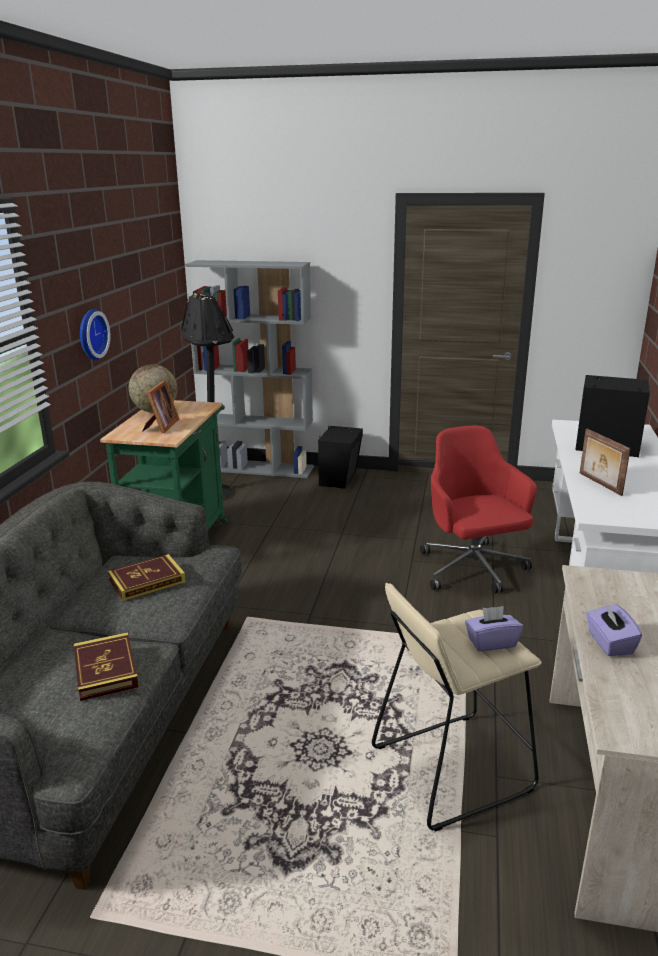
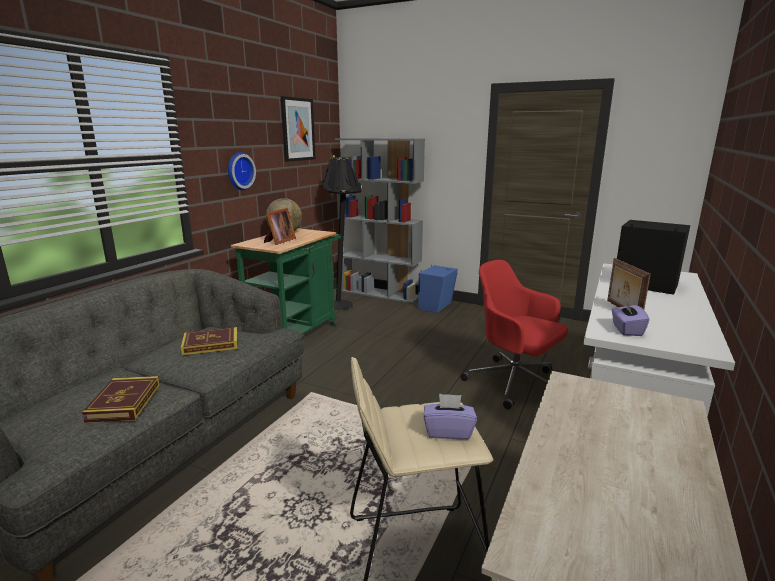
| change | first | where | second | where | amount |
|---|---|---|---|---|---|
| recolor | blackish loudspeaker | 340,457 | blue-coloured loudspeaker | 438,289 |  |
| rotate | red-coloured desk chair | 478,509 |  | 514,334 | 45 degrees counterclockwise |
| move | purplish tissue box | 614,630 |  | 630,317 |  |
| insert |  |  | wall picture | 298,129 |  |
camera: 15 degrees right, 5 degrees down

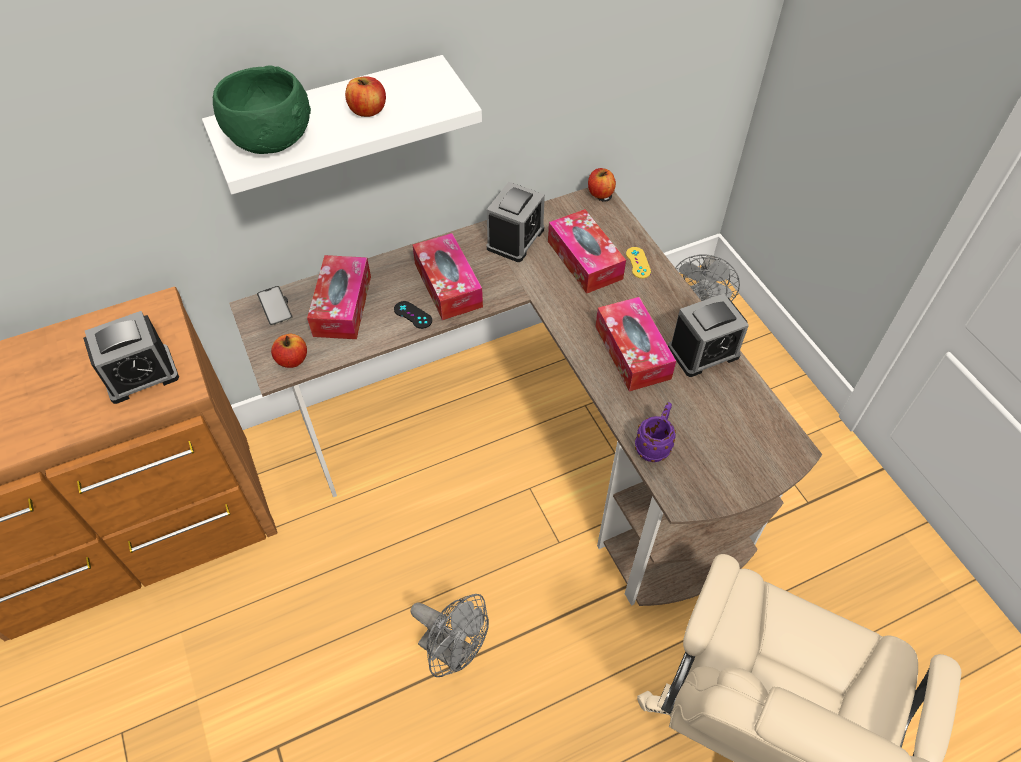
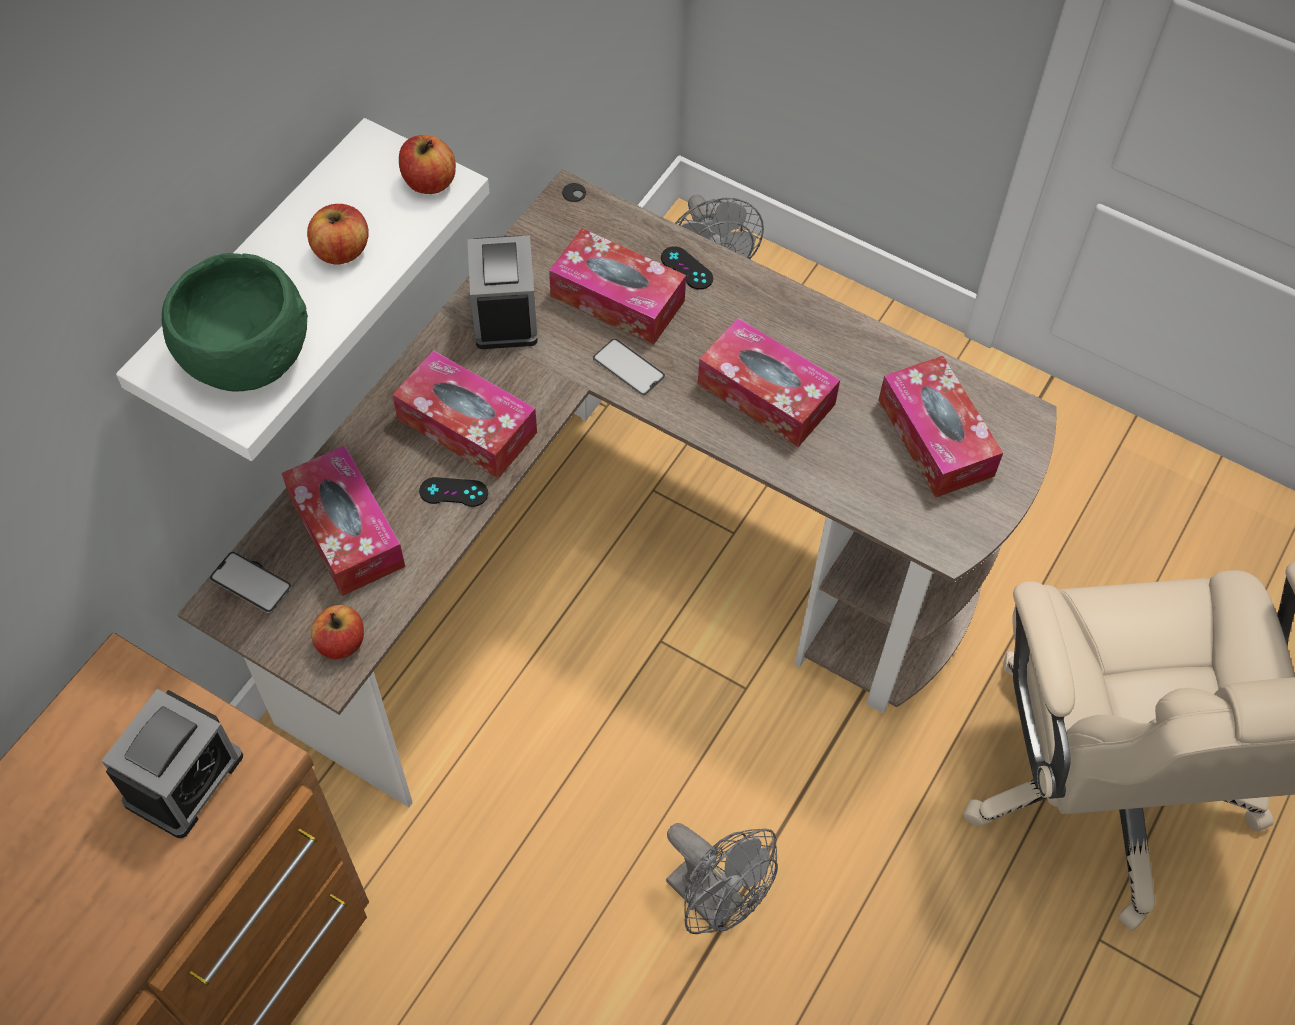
| change | first | where | second | where | amount |
|---|---|---|---|---|---|
| move | apple fruit | 602,183 |  | 427,164 |  |
| recolor | yellow-coloured joypad | 638,262 | blackish joypad | 687,268 |  |
| delete | bedside clock | 708,335 |  |  |  |
| delete | purplish mug | 655,432 |  |  |  |
| rotate | grey electric fan | 450,635 |  | 722,878 | 45 degrees clockwise |
| insert |  |  | phone | 629,367 |  |
| insert |  |  | tissue box | 941,427 |  |
camera: 35 degrees left, 5 degrees up

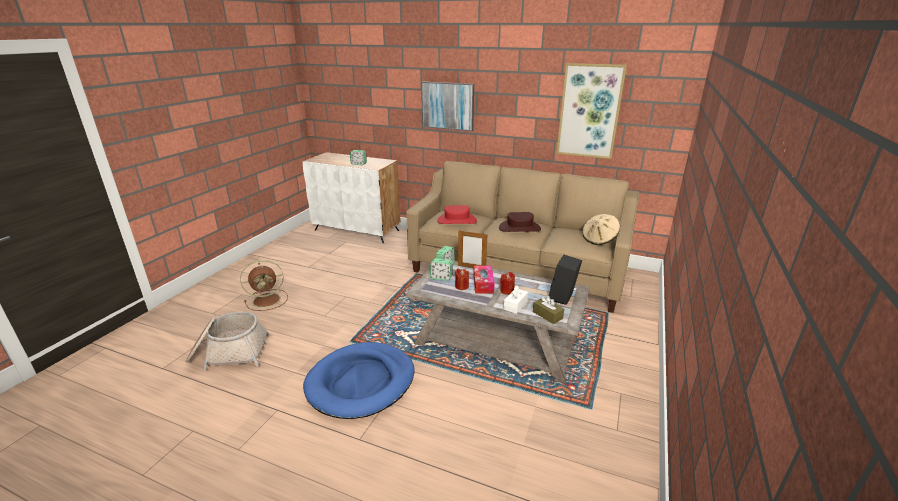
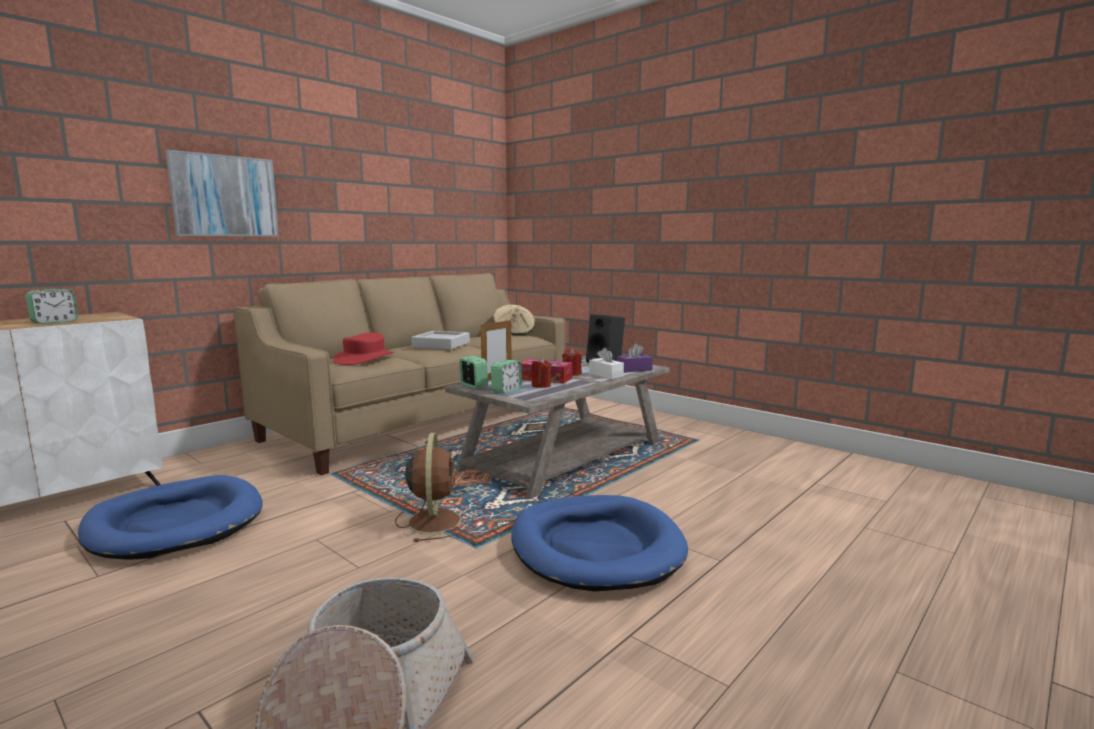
| change | first | where | second | where | amount |
|---|---|---|---|---|---|
| delete | wall picture | 591,111 |  |  |  |
| replace | brown-coloured clothing hat | 520,222 | grey serving tray | 440,340 |  |
| move | brown-coloured electric fan | 264,285 |  | 434,487 |  |
| recolor | brown-coloured tissue box | 548,310 | purplish tissue box | 635,358 |  |
| insert |  |  | blue-coloured pet bed | 170,517 |  |
camera: 70 degrees left, 15 degrees down

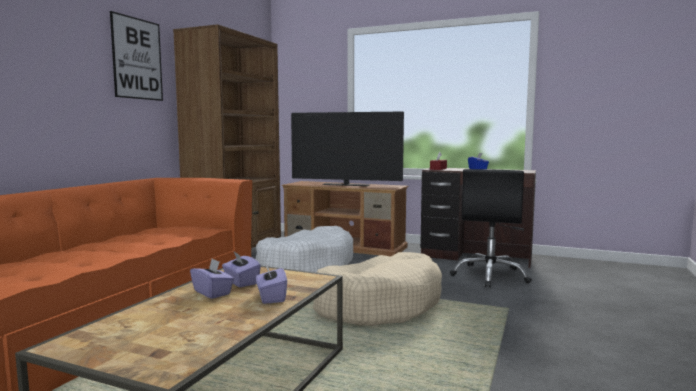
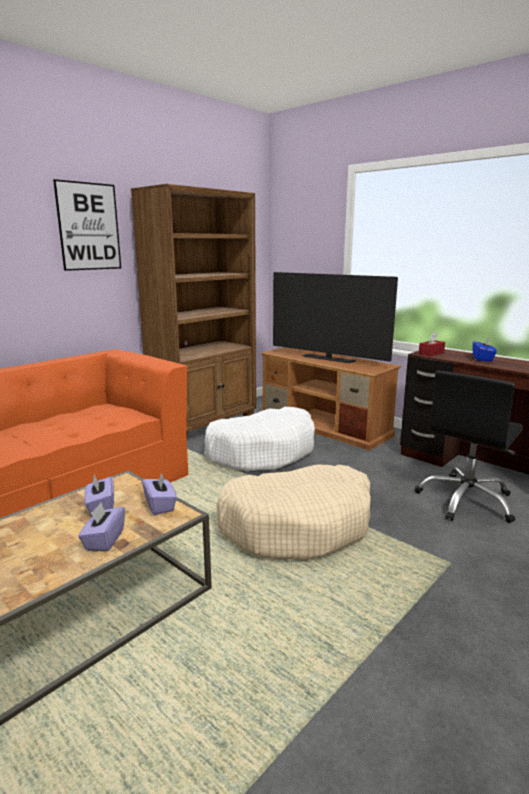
| change | first | where | second | where | amount |
|---|---|---|---|---|---|
| move | purplish tissue box | 212,279 |  | 159,493 |  |
camera: 20 degrees right, 10 degrees up

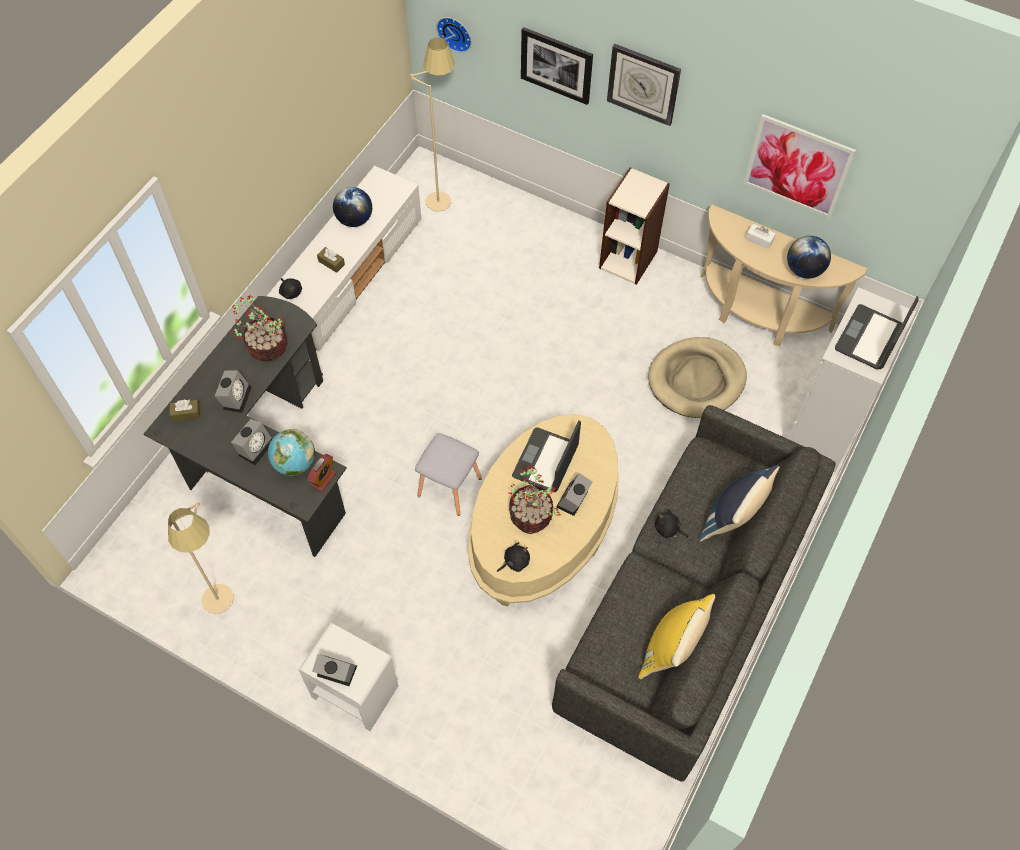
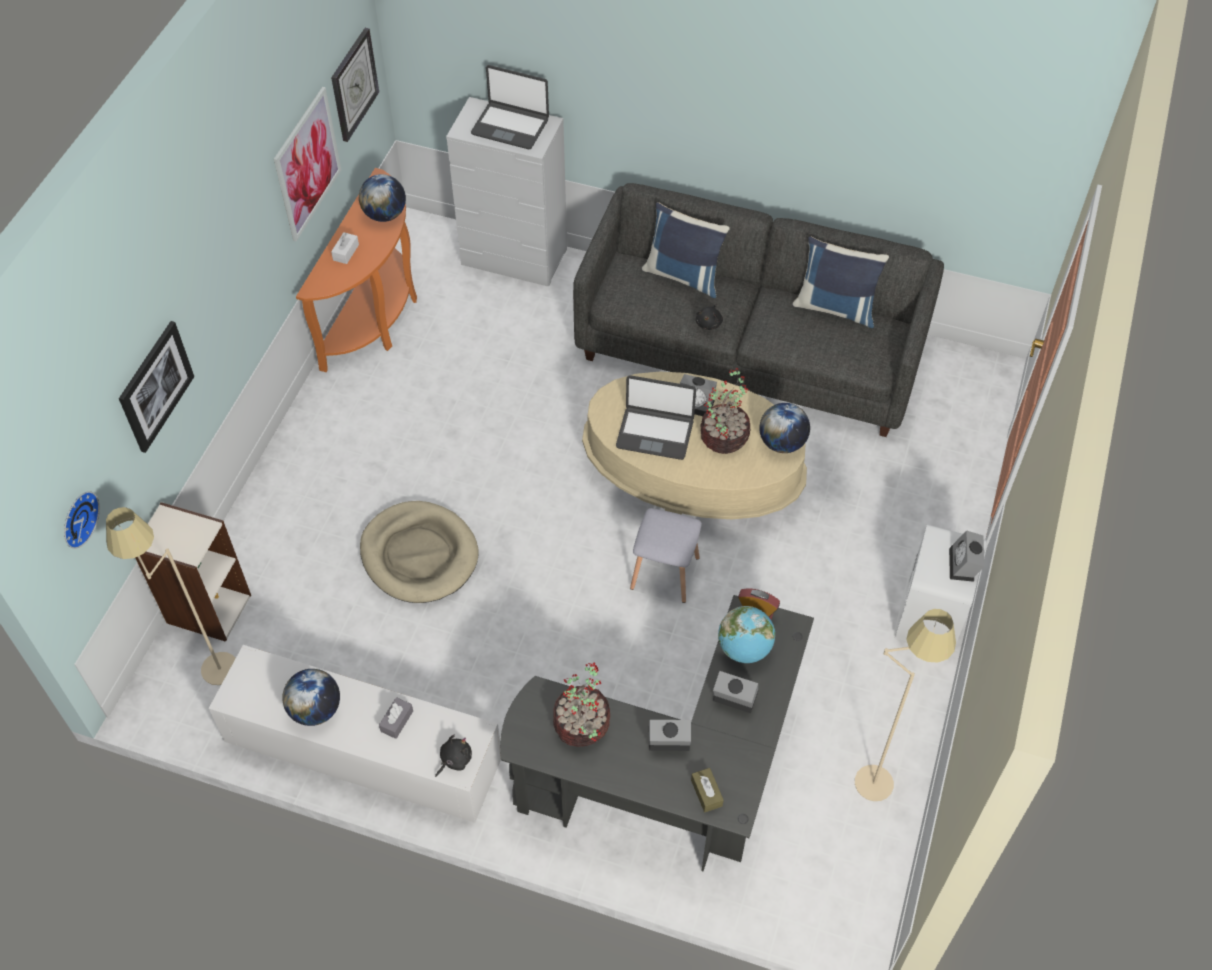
| change | first | where | second | where | amount |
|---|---|---|---|---|---|
| move | wall clock | 644,85 |  | 355,85 |  |
| move | bookcase | 634,226 |  | 193,572 |  |
| recolor | beige-coloured narrow table | 784,275 | orange-coloured narrow table | 356,270 |  |
| recolor | brown-coloured tissue box | 331,260 | grey tissue box | 396,718 |  |
| move | beige-coloured pet bed | 697,377 |  | 419,552 |  |
| replace | blackish plush toy | 513,557 | world globe | 784,428 |  |
| recolor | yellow-coloured cushion | 676,636 | blue-coloured cushion | 840,282 |  |
camera: 100 degrees left, 5 degrees down

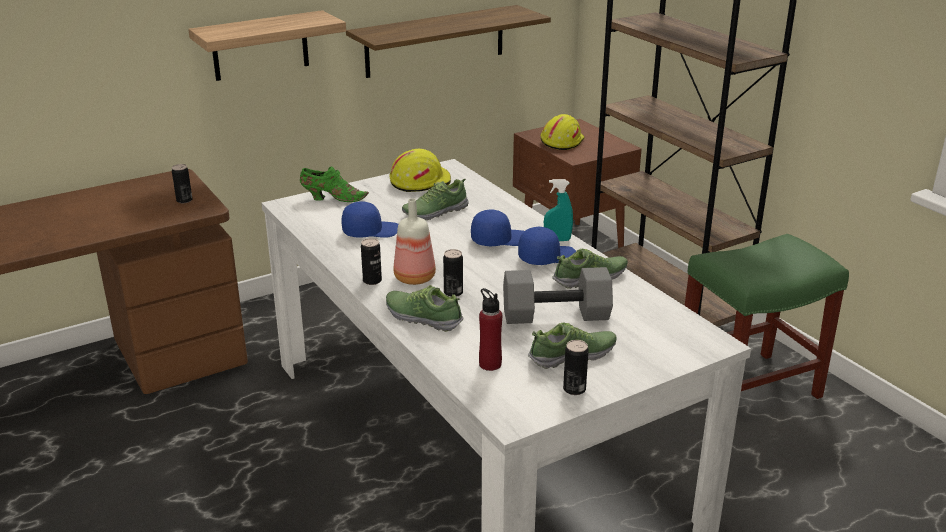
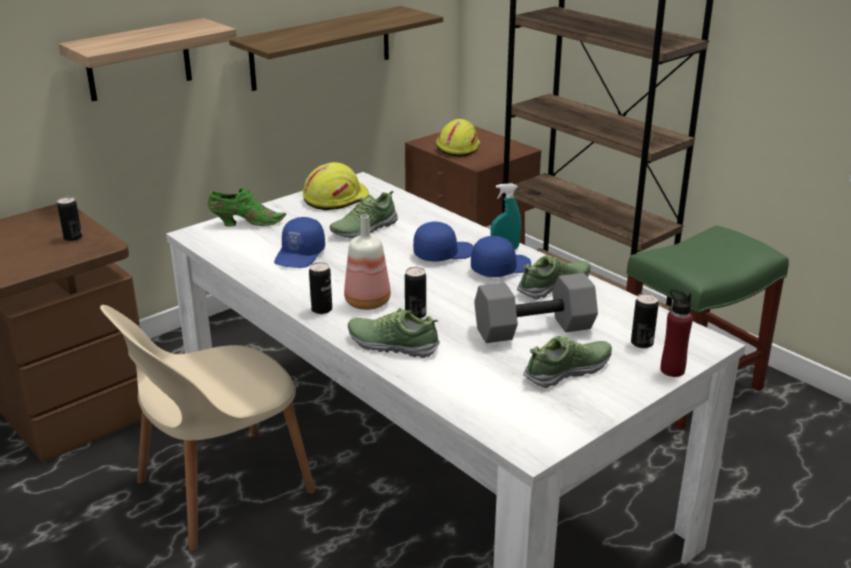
| change | first | where | second | where | amount |
|---|---|---|---|---|---|
| rotate | blue-coloured peaked cap | 370,219 |  | 299,242 | 135 degrees clockwise |
| move | red-coloured drink bottle | 490,329 |  | 676,333 |  |
| move | sealed can | 576,367 |  | 645,320 |  |
| insert |  |  | beige-coloured chair | 208,428 |  |
camera: 10 degrees left, 0 degrees up

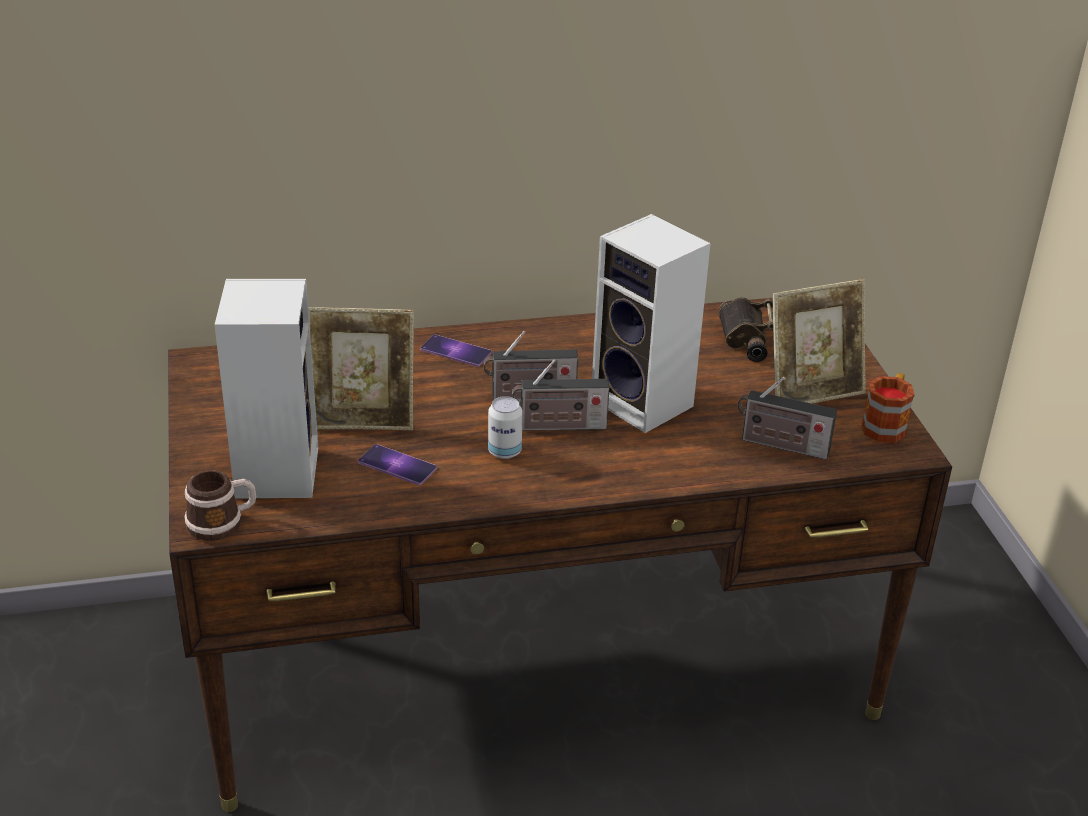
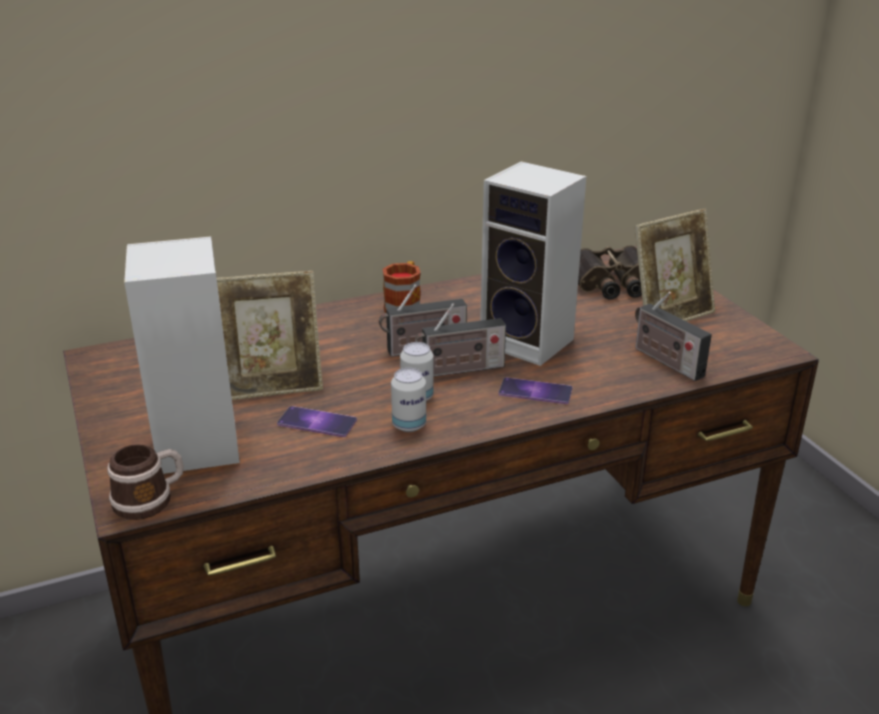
| change | first | where | second | where | amount |
|---|---|---|---|---|---|
| move | phone | 456,351 |  | 535,390 |  |
| move | mug | 888,408 |  | 402,287 |  |
| rotate | radio | 787,418 |  | 673,336 | 45 degrees clockwise |
| insert |  |  | sealed can | 408,400 |  |
camera: 10 degrees left, 5 degrees down

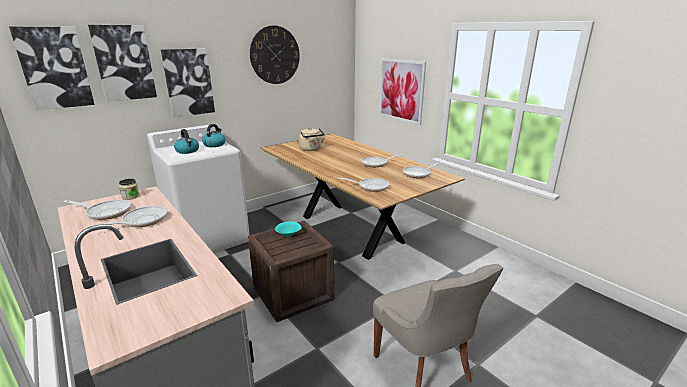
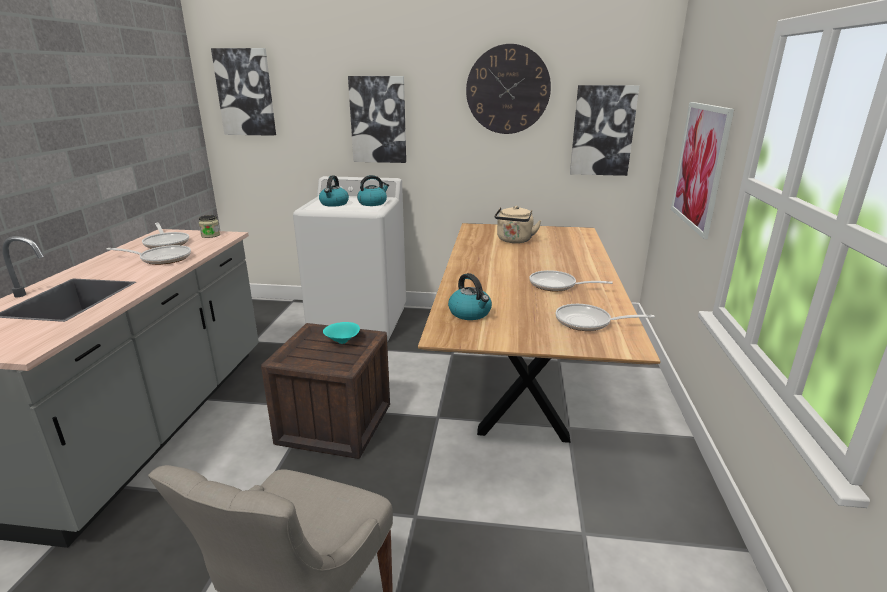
| change | first | where | second | where | amount |
|---|---|---|---|---|---|
| move | wall picture | 122,63 |  | 604,130 |  |
| replace | pan | 363,184 | tea kettle | 470,296 |  |
camera: 45 degrees right, 0 degrees up

